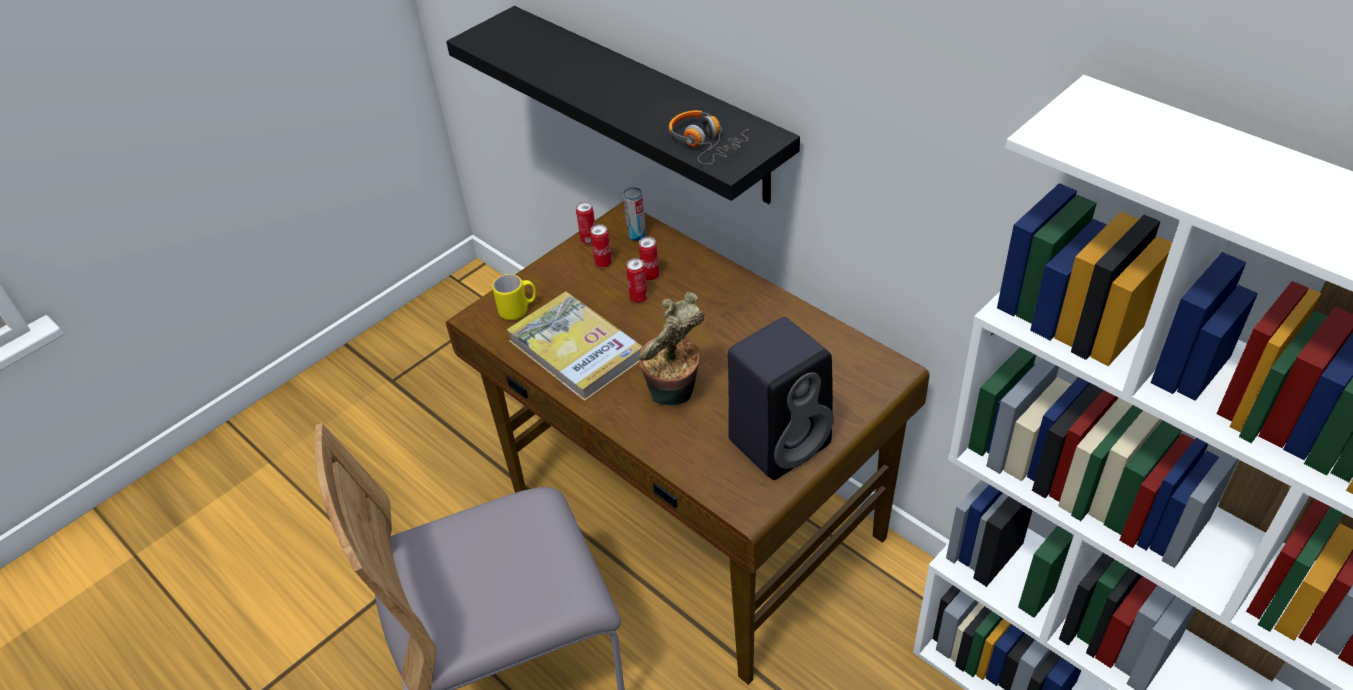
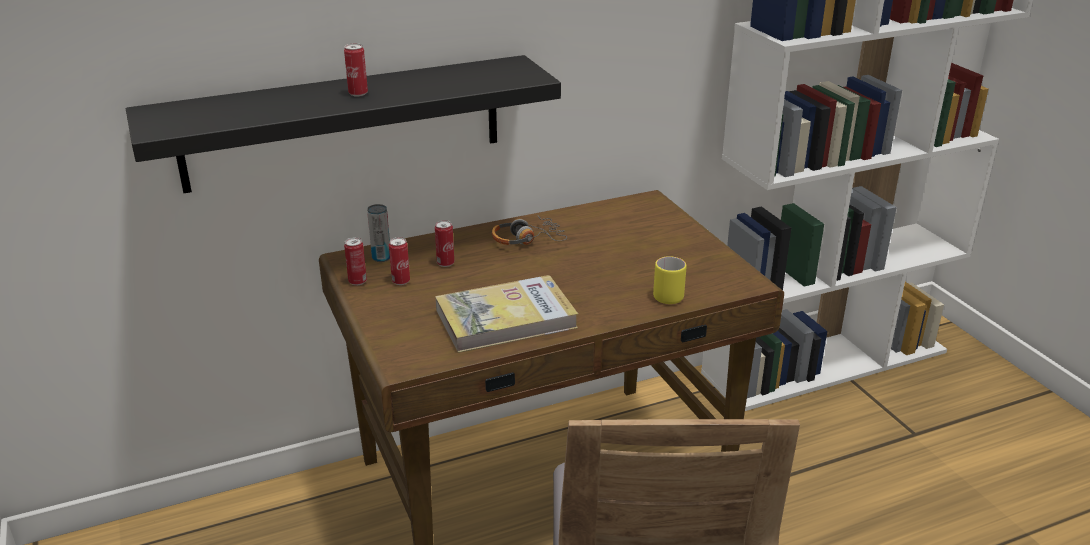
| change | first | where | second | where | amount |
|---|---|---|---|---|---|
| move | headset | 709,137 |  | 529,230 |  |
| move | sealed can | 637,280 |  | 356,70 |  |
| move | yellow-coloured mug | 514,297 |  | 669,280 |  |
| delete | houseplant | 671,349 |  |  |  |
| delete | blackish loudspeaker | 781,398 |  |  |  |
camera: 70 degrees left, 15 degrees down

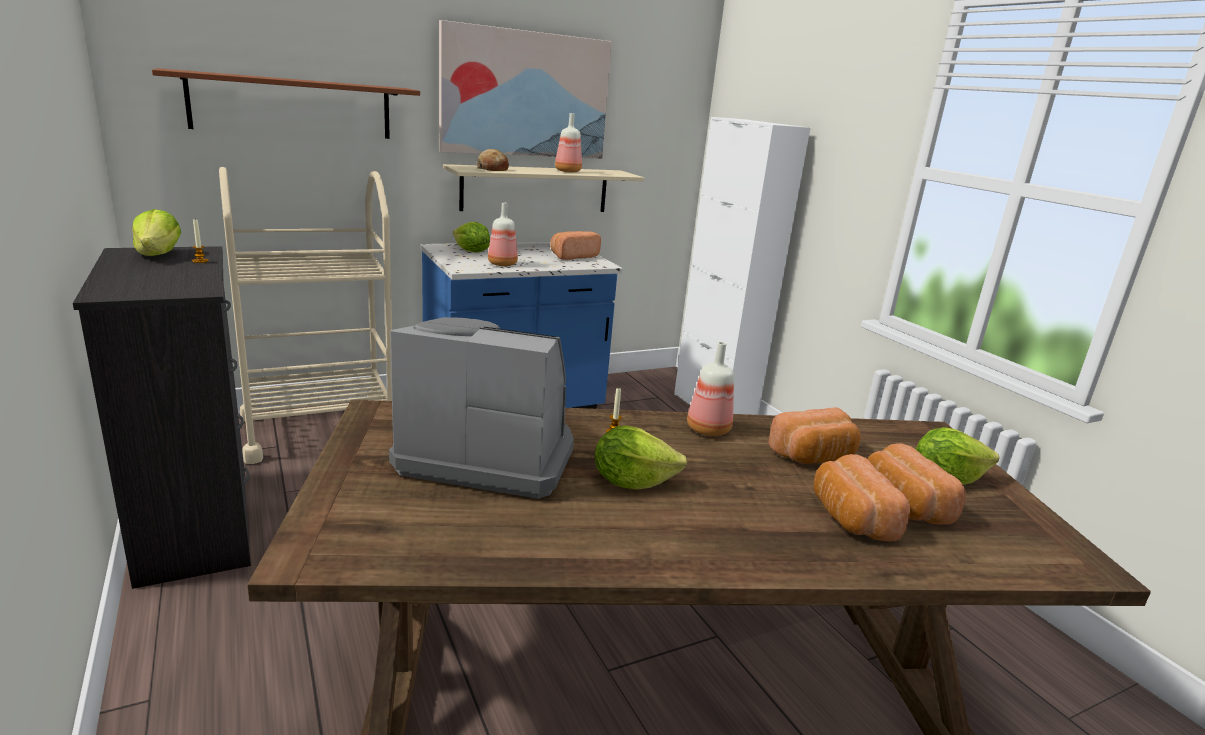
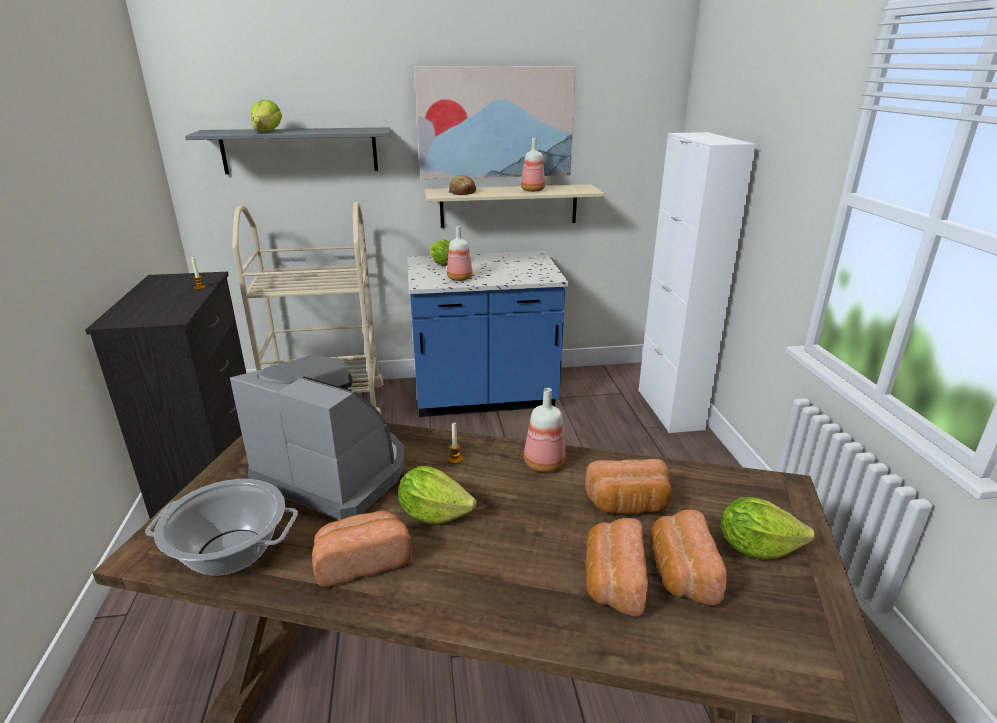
| change | first | where | second | where | amount |
|---|---|---|---|---|---|
| recolor | brown-coloured bracket shelf | 286,103 | grey bracket shelf | 288,150 |  |
| move | head of lettuce | 156,232 |  | 266,116 |  |
| move | bakery bread | 575,245 |  | 362,549 |  |
| insert |  |  | saucepot | 221,527 |  |
camera: 20 degrees right, 5 degrees up

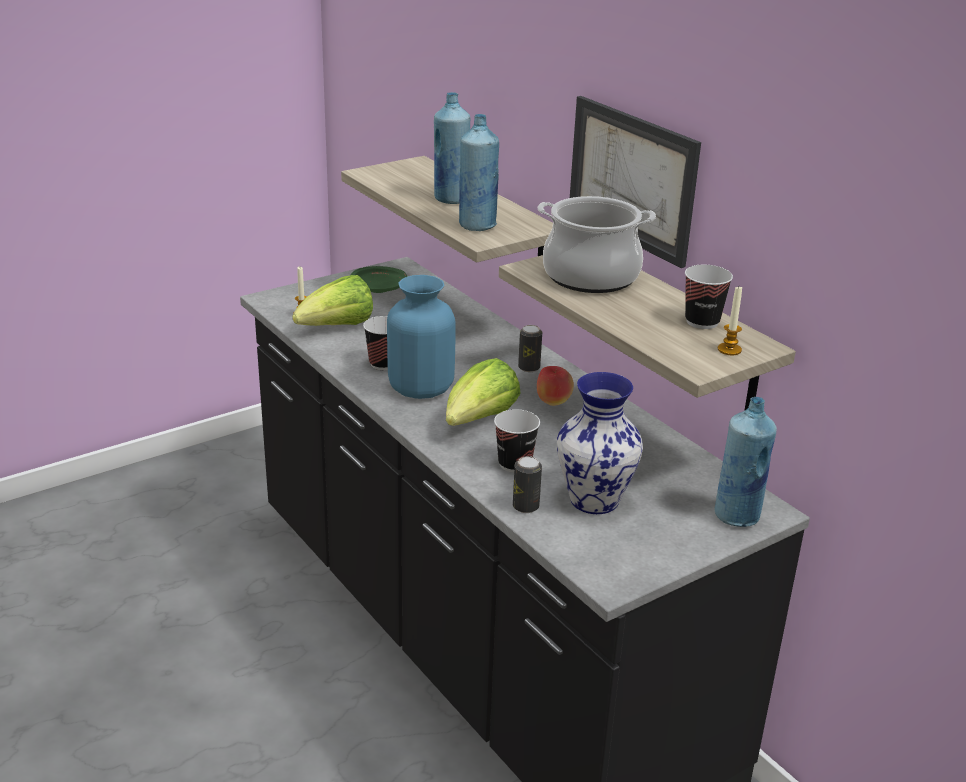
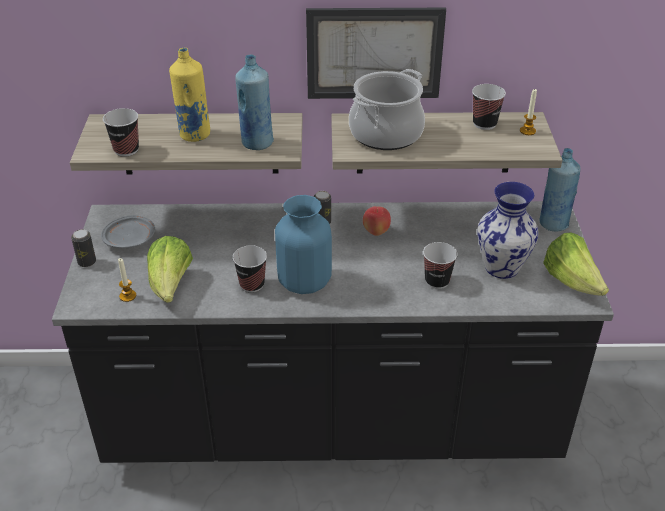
| change | first | where | second | where | amount |
|---|---|---|---|---|---|
| recolor | blue-coloured drink bottle | 452,148 | yellow-coloured drink bottle | 189,95 |  |
| recolor | greenish flat dish | 378,279 | grey flat dish | 128,231 |  |
| move | head of lettuce | 483,392 |  | 576,264 |  |
| move | sealed can | 527,484 |  | 83,248 |  |
| insert |  |  | small cup | 121,132 |  |
camera: 55 degrees left, 10 degrees up

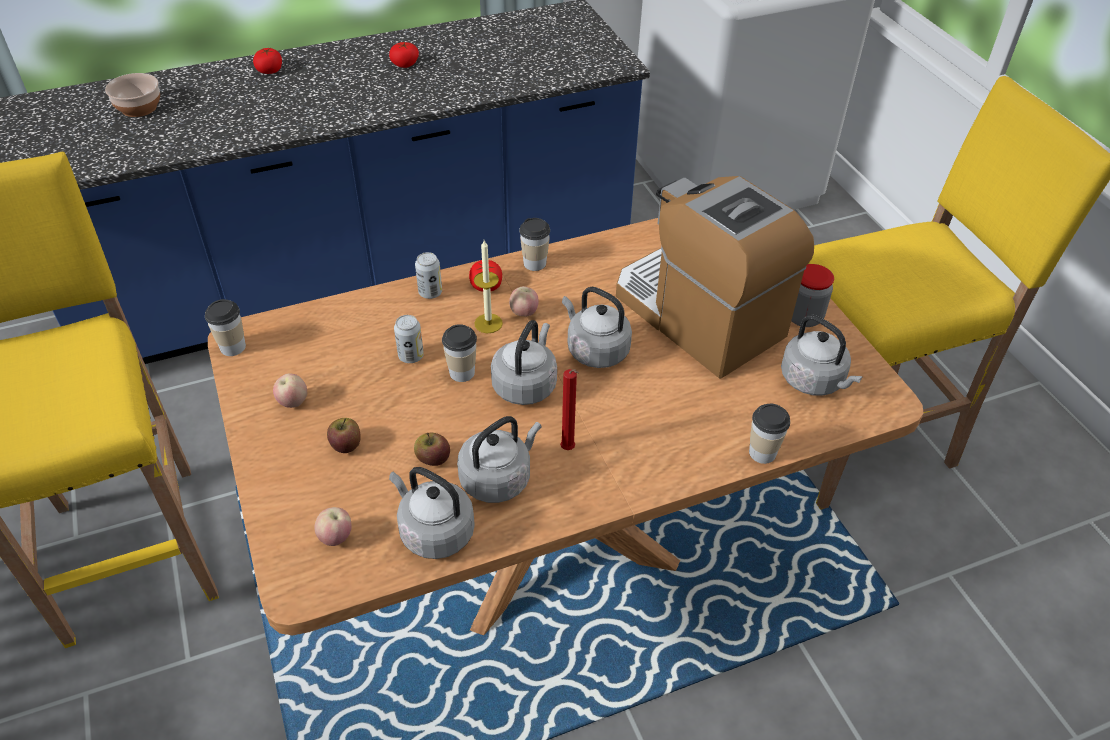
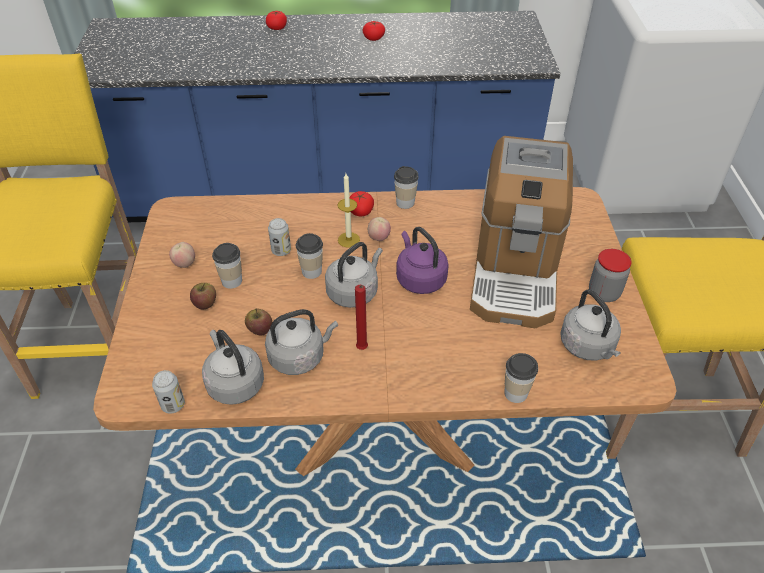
| change | first | where | second | where | amount |
|---|---|---|---|---|---|
| delete | bowl | 132,95 |  |  |  |
| rotate | coffee maker | 715,277 |  | 521,232 | 150 degrees counterclockwise |
| move | sealed can | 428,275 |  | 168,391 |  |
| recolor | grey tea kettle | 597,327 | purplish tea kettle | 422,260 |  |
| move | small cup | 225,327 |  | 227,266 |  |
| delete | apple fruit | 333,526 |  |  |  |
camera: 20 degrees right, 0 degrees up

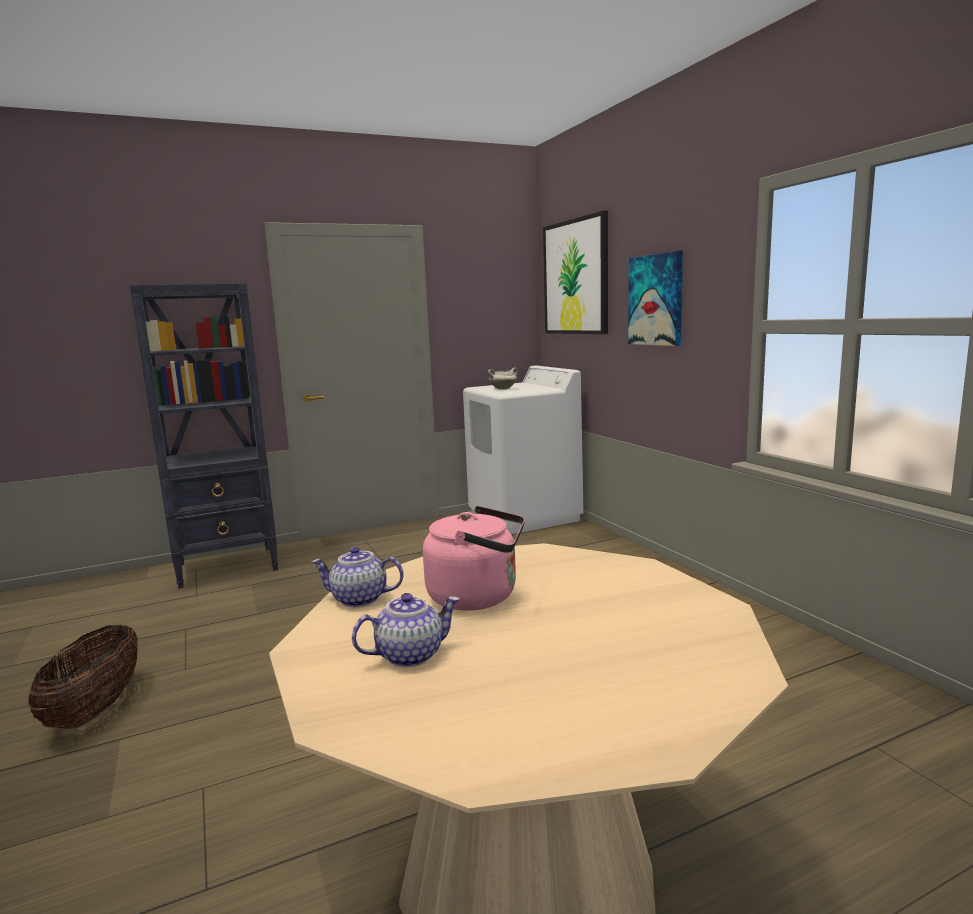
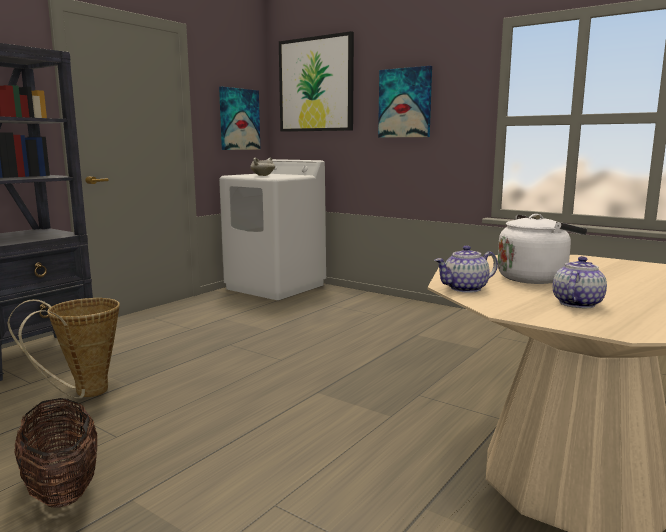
| change | first | where | second | where | amount |
|---|---|---|---|---|---|
| recolor | pink tea kettle | 474,558 | whitish tea kettle | 542,249 |  |
| insert |  |  | wall picture | 239,118 |  |
| insert |  |  | household basket | 64,348 |  |
camera: 30 degrees left, 0 degrees up

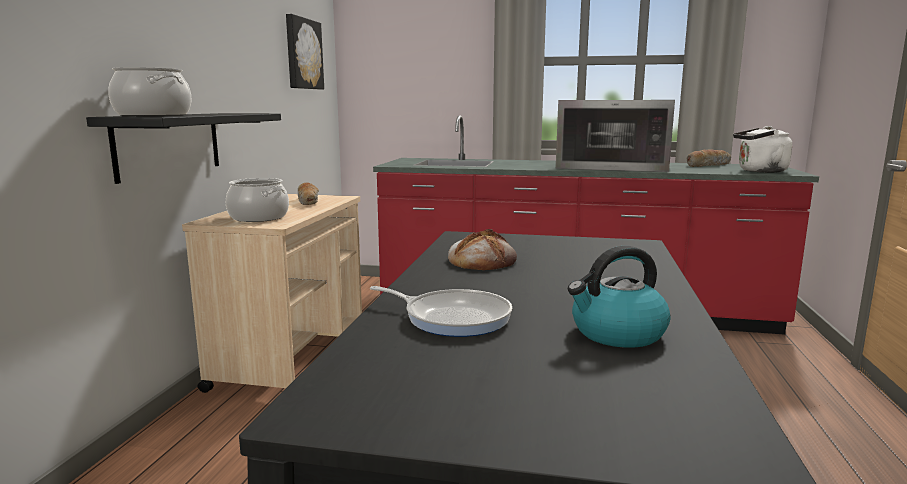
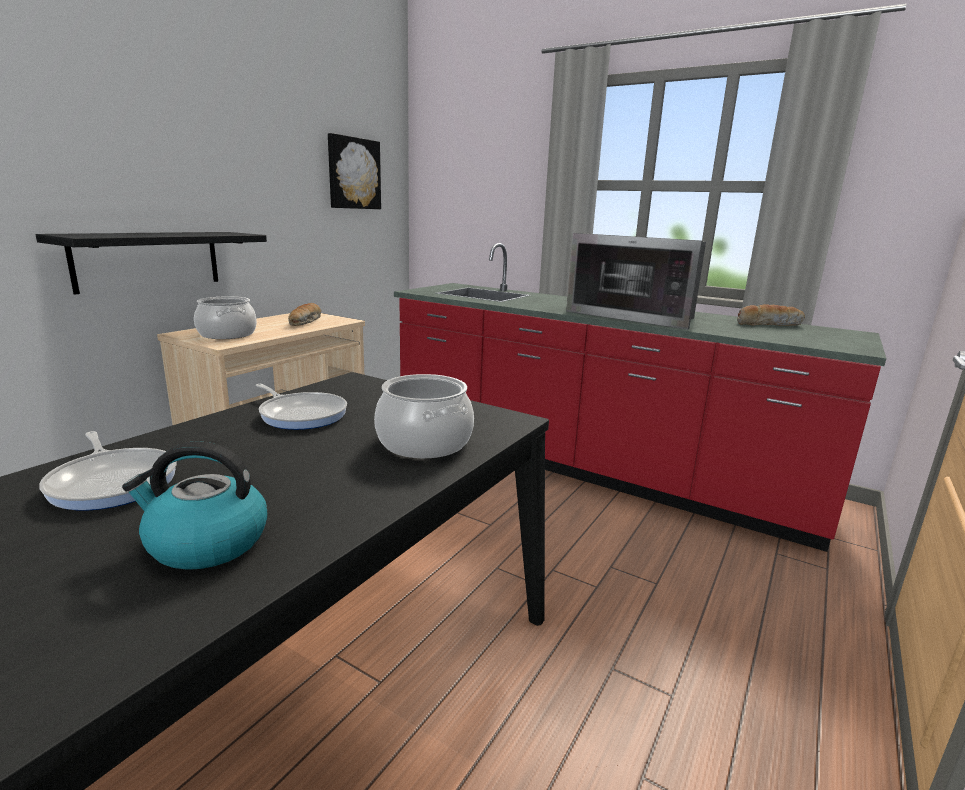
| change | first | where | second | where | amount |
|---|---|---|---|---|---|
| move | saucepot | 150,91 |  | 424,416 |  |
| delete | whitish tea kettle | 762,149 |  |  |  |
| replace | bakery bread | 482,249 | pan | 301,407 |  |
camera: 20 degrees right, 5 degrees up

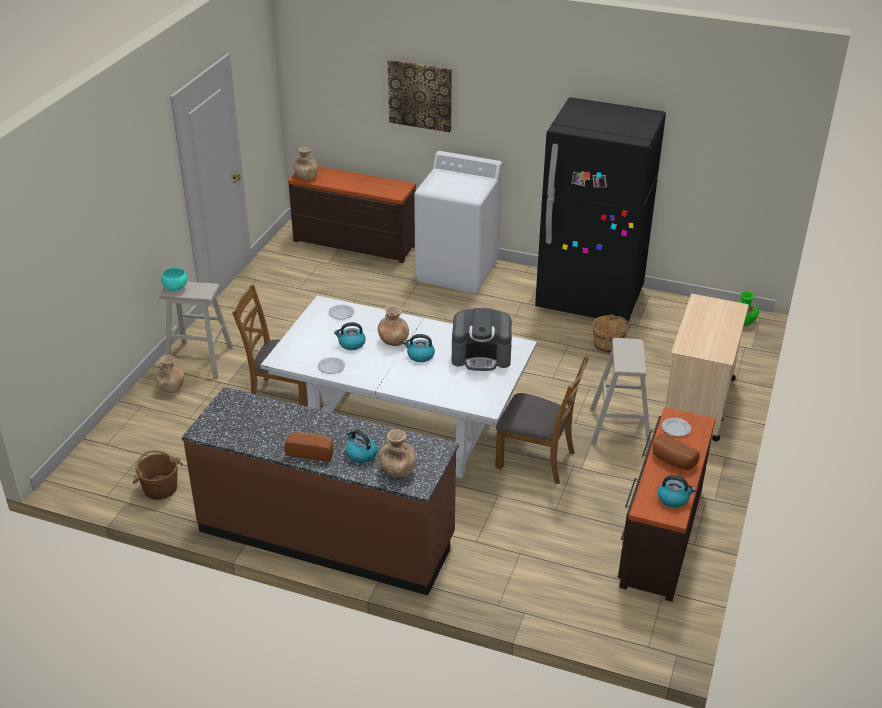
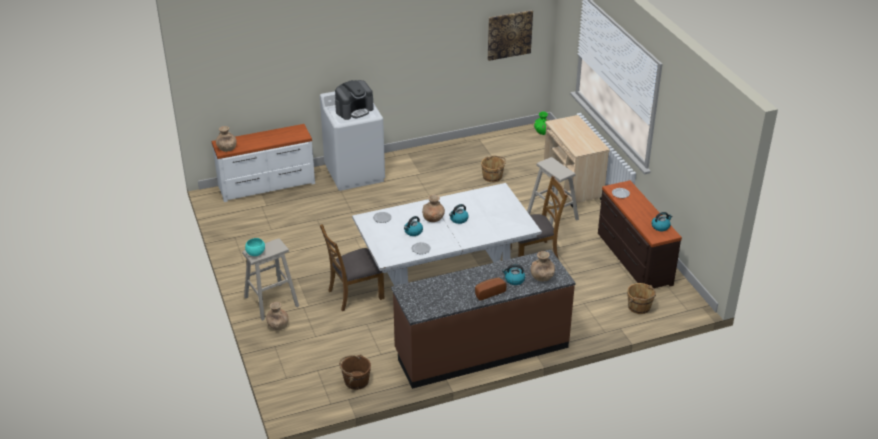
| change | first | where | second | where | amount |
|---|---|---|---|---|---|
| move | wall picture | 420,96 |  | 510,35 |  |
| delete | blackish fridge | 600,210 |  |  |  |
| recolor | brown-coloured chest of drawers | 352,214 | whitish chest of drawers | 263,163 |  |
| move | coffee maker | 482,339 |  | 354,100 |  |
| delete | bakery bread | 676,452 |  |  |  |
| insert |  |  | brown-coloured water bucket | 641,298 |  |
camera: 40 degrees left, 0 degrees up

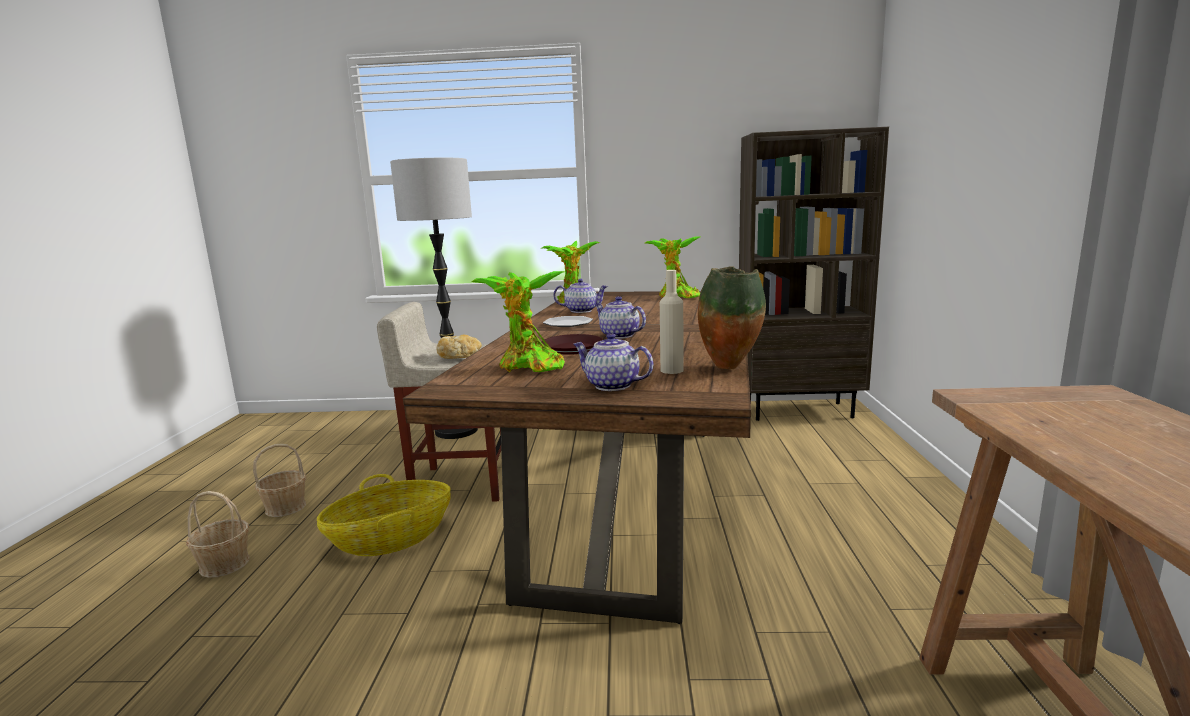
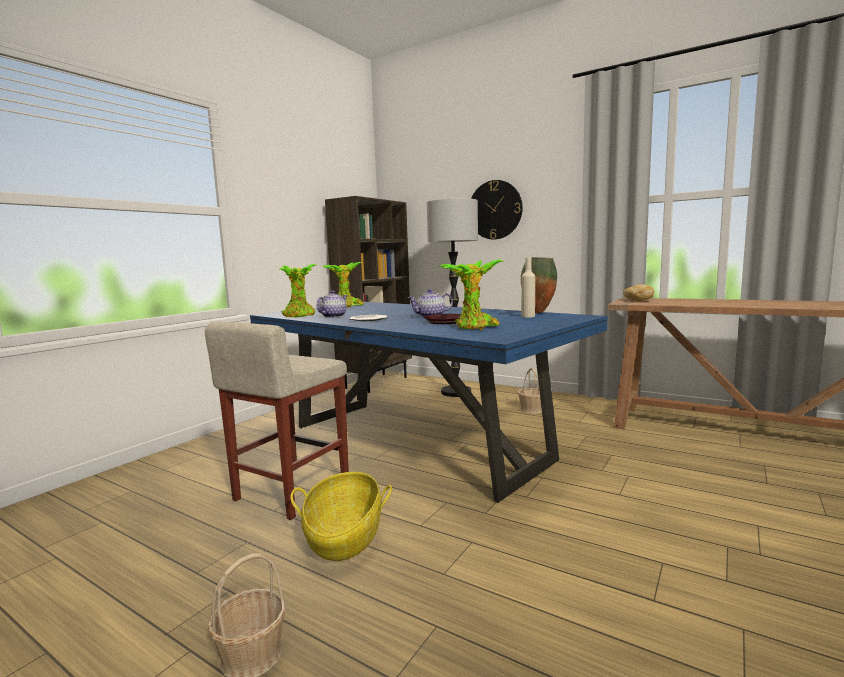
| change | first | where | second | where | amount |
|---|---|---|---|---|---|
| move | standing lamp | 434,298 |  | 452,297 |  |
| recolor | brown-coloured dinner table | 577,457 | blue-coloured dinner table | 429,402 |  |
| delete | teapot | 613,362 |  |  |  |
| move | bakery bread | 459,347 |  | 638,292 |  |
| move | household basket | 279,480 |  | 529,391 |  |
| insert |  |  | wall clock | 497,209 |  |
camera: 60 degrees left, 5 degrees down

